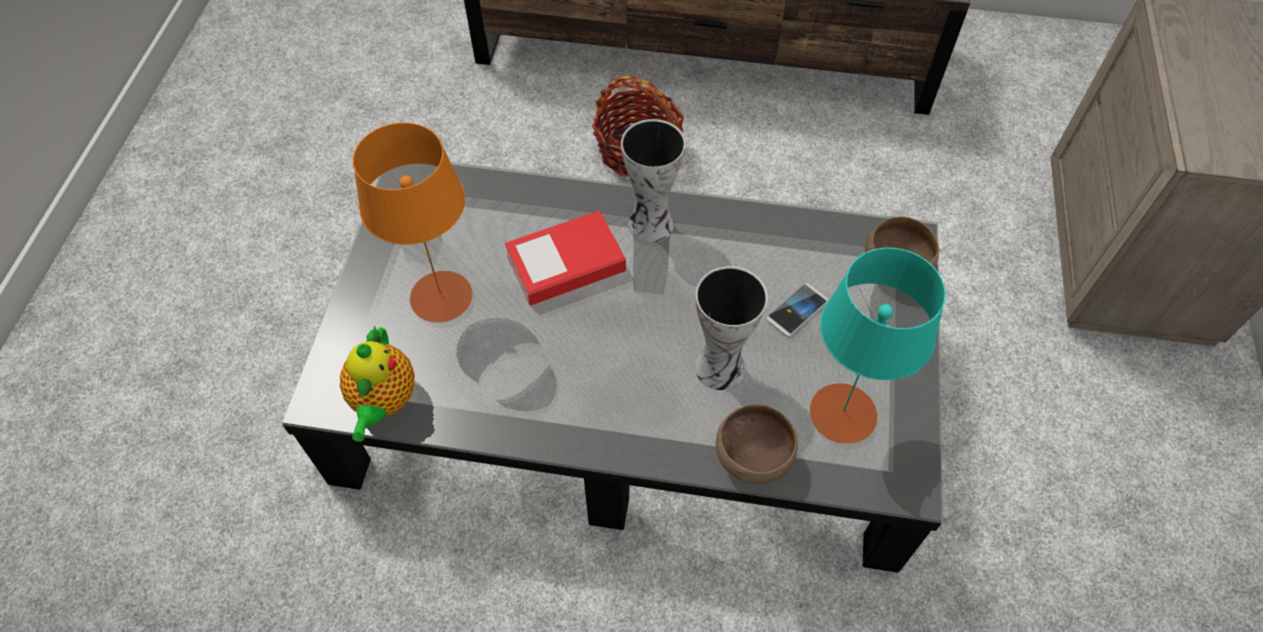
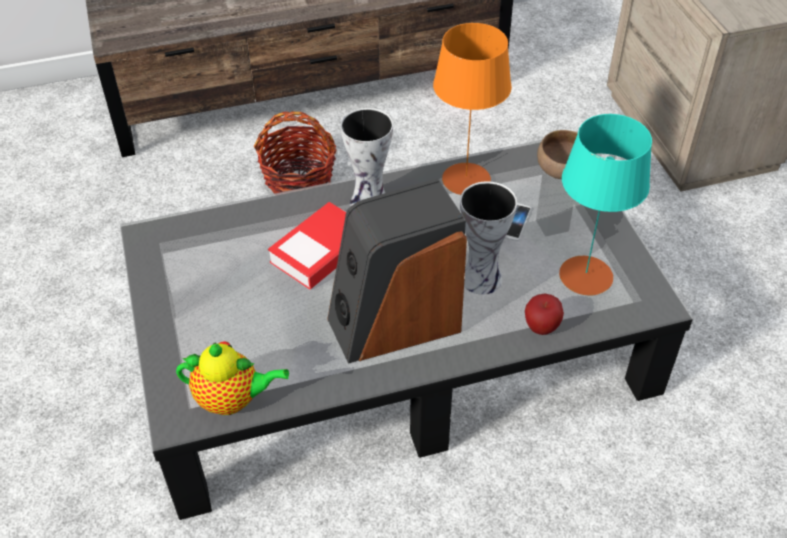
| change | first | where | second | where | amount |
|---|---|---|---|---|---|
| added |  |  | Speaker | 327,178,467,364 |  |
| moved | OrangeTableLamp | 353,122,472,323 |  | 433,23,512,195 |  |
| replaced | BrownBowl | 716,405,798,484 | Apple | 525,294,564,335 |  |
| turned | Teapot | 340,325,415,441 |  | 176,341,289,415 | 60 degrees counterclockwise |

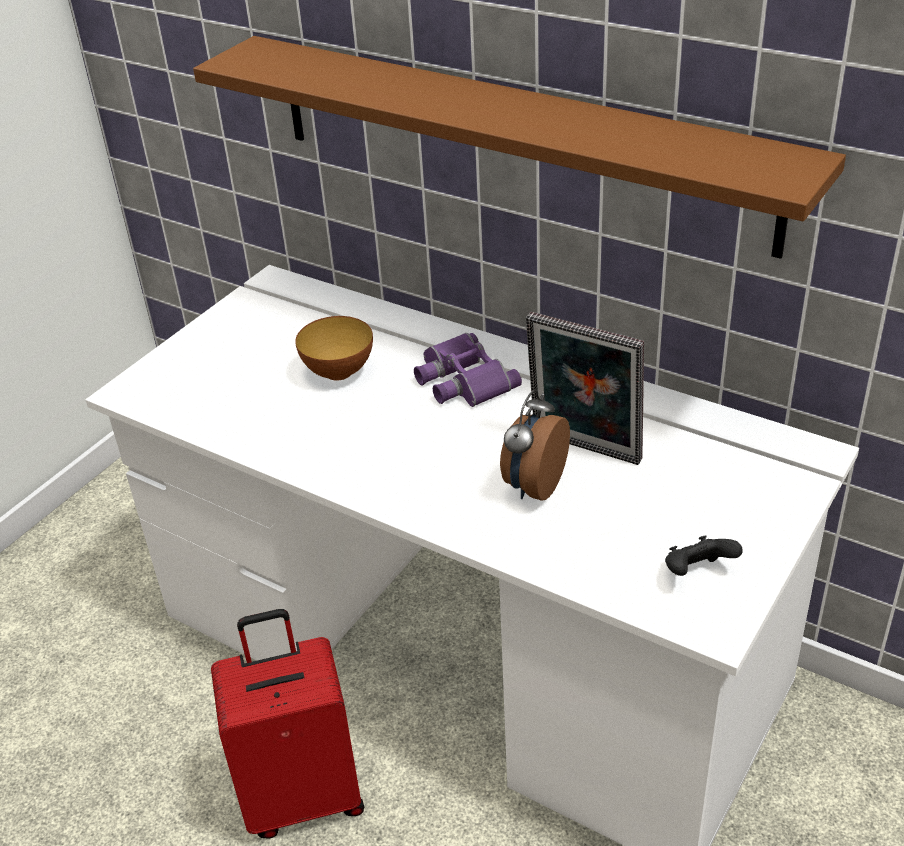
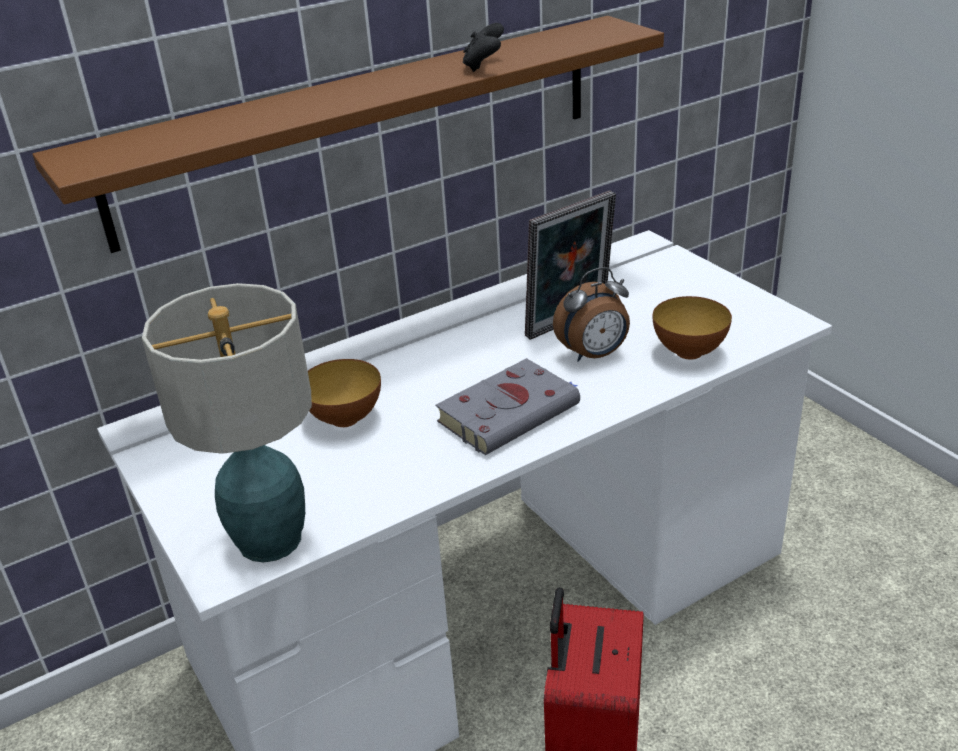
| change | first | where | second | where | amount |
|---|---|---|---|---|---|
| removed | PurpleBinoculars | 414,333,522,407 |  |  |  |
| added |  |  | TableLamp | 142,283,312,563 |  |
| added |  |  | GreyBook | 435,358,580,455 |  |
| added |  |  | Bowl | 652,296,732,360 |  |
| moved | BlackGameController | 665,535,743,576 |  | 463,23,504,72 |  |
| turned | AlarmClock | 500,389,570,501 |  | 553,267,630,362 | 75 degrees counterclockwise |

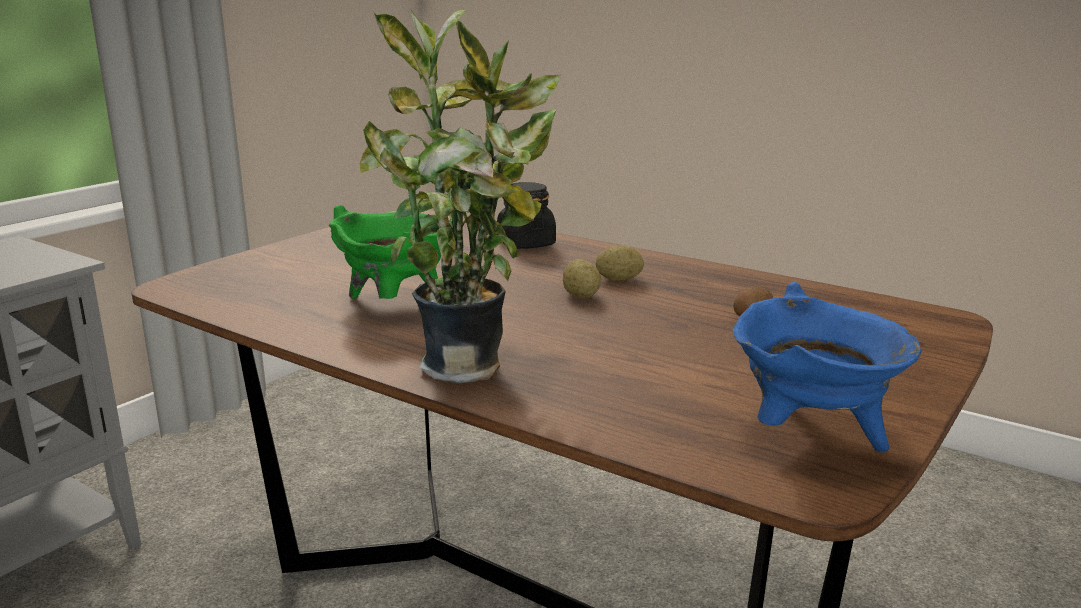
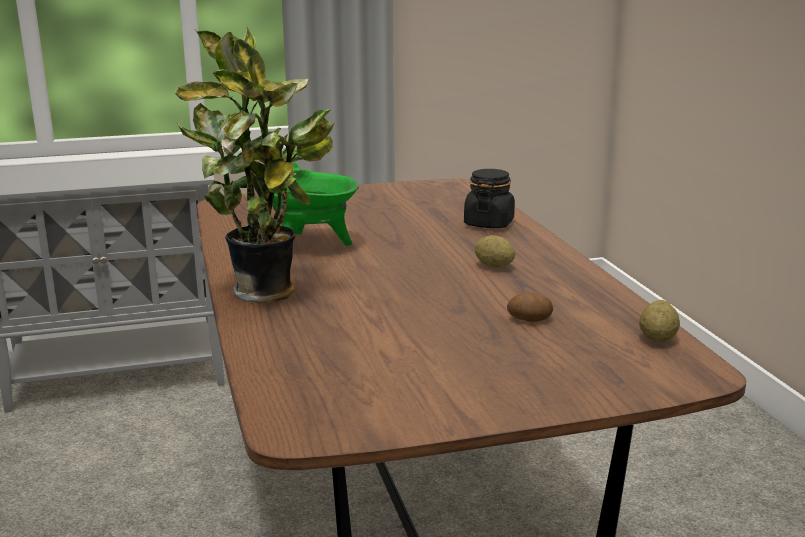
| change | first | where | second | where | amount |
|---|---|---|---|---|---|
| removed | BlueCookingPot | 733,282,922,452 |  |  |  |
| moved | Potato | 563,259,601,299 |  | 639,300,680,342 |  |

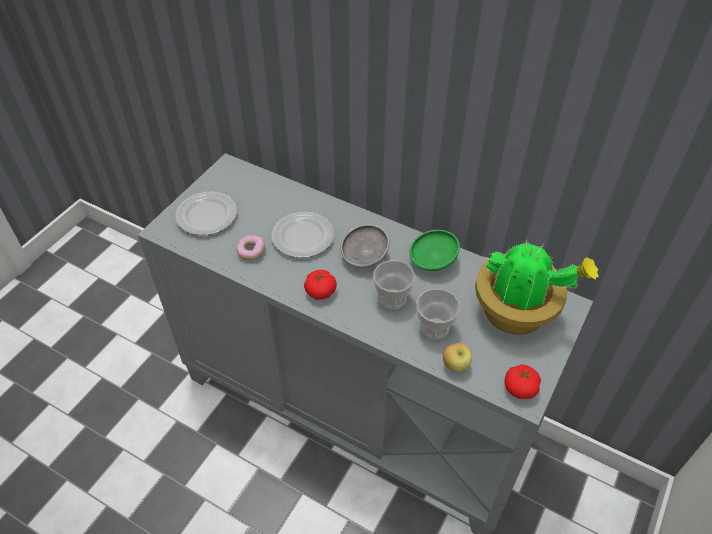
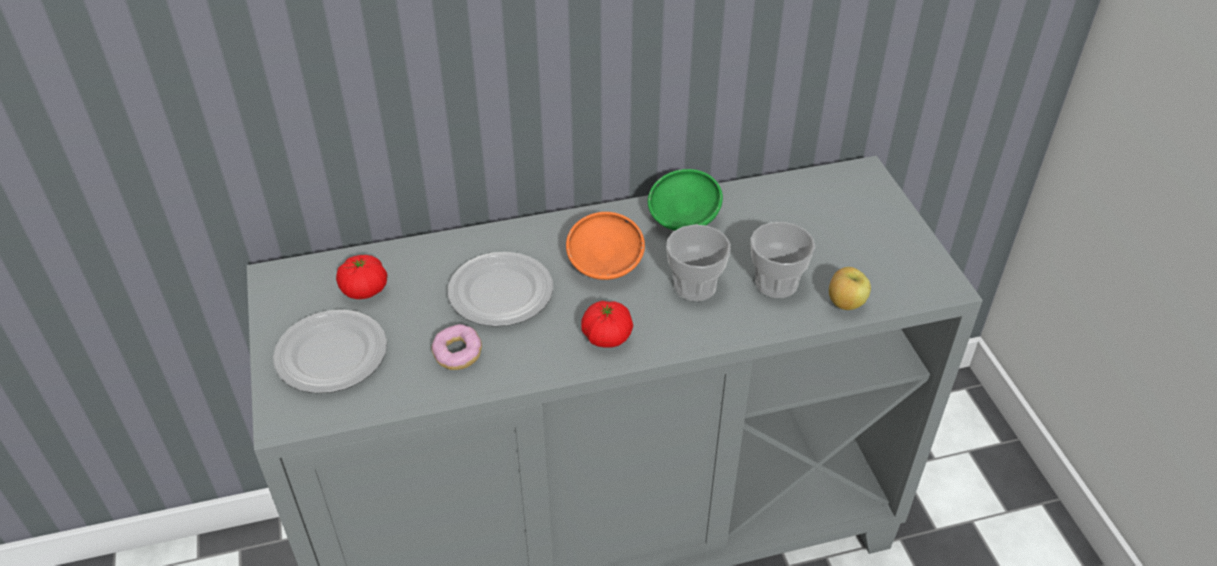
| change | first | where | second | where | amount |
|---|---|---|---|---|---|
| removed | PottedPlant | 475,239,599,335 |  |  |  |
| moved | Tomato | 505,365,541,399 |  | 336,255,387,299 |  |
| recoloured | GreyBowl | 341,224,390,268 | OrangeBowl | 566,212,645,280 |  |

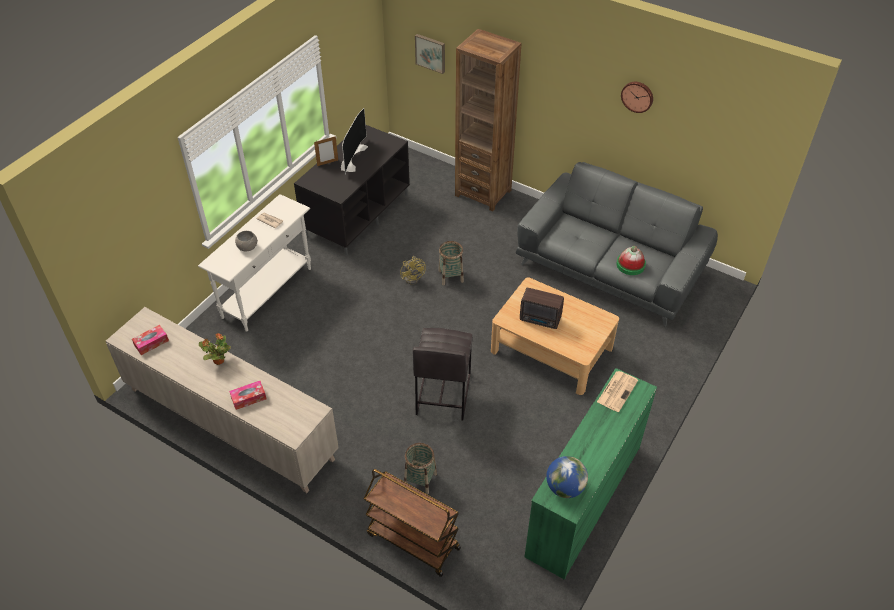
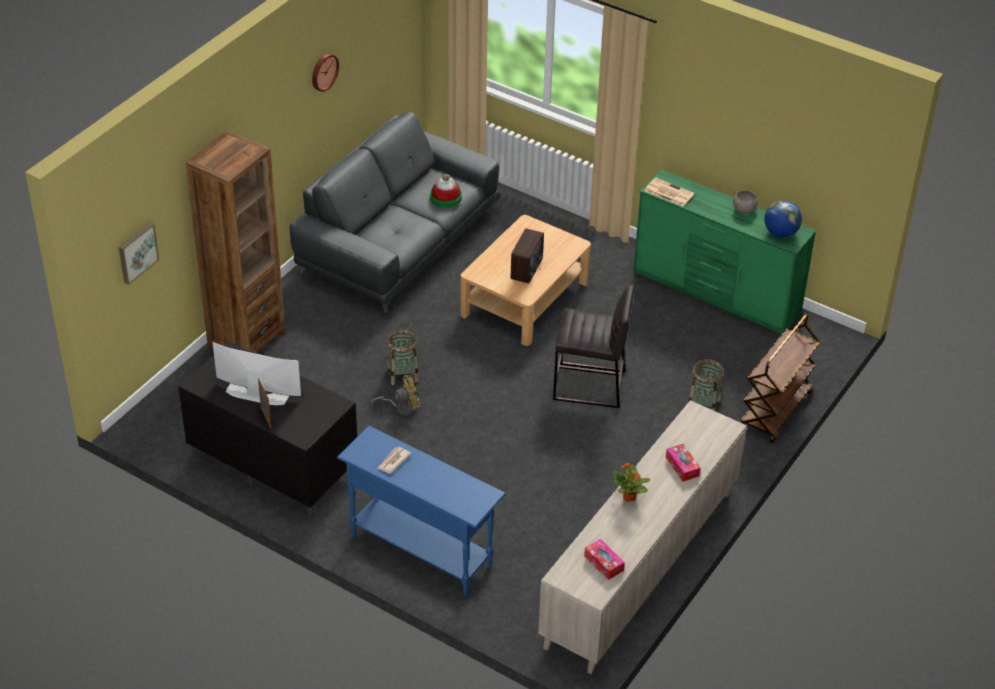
| change | first | where | second | where | amount |
|---|---|---|---|---|---|
| moved | GreyBowl | 235,231,258,251 |  | 733,190,758,214 |  |
| recoloured | WhiteConsoleTable | 198,194,311,332 | BlueConsoleTable | 337,426,506,595 |  |

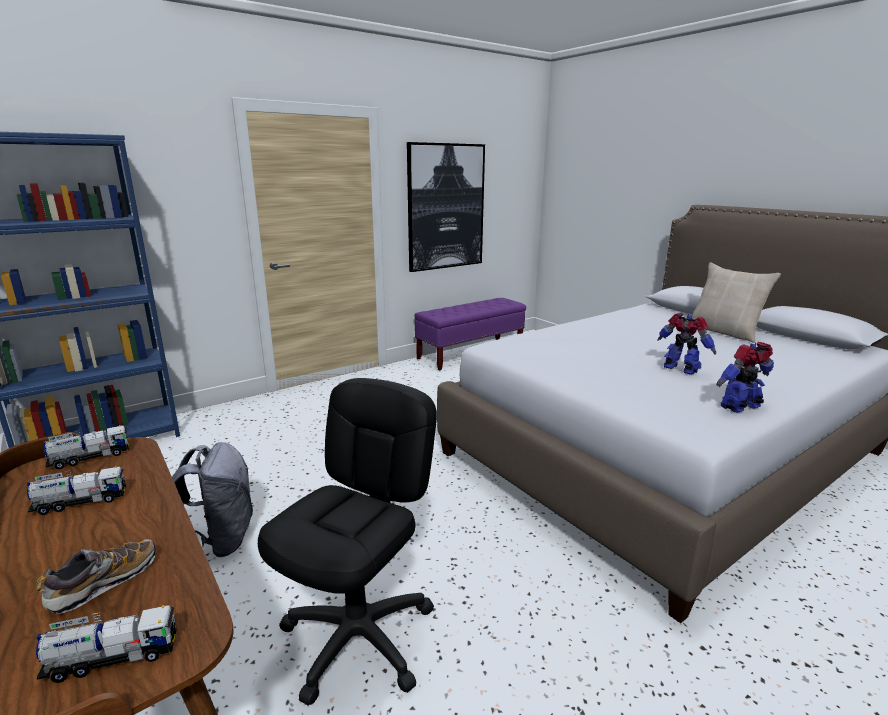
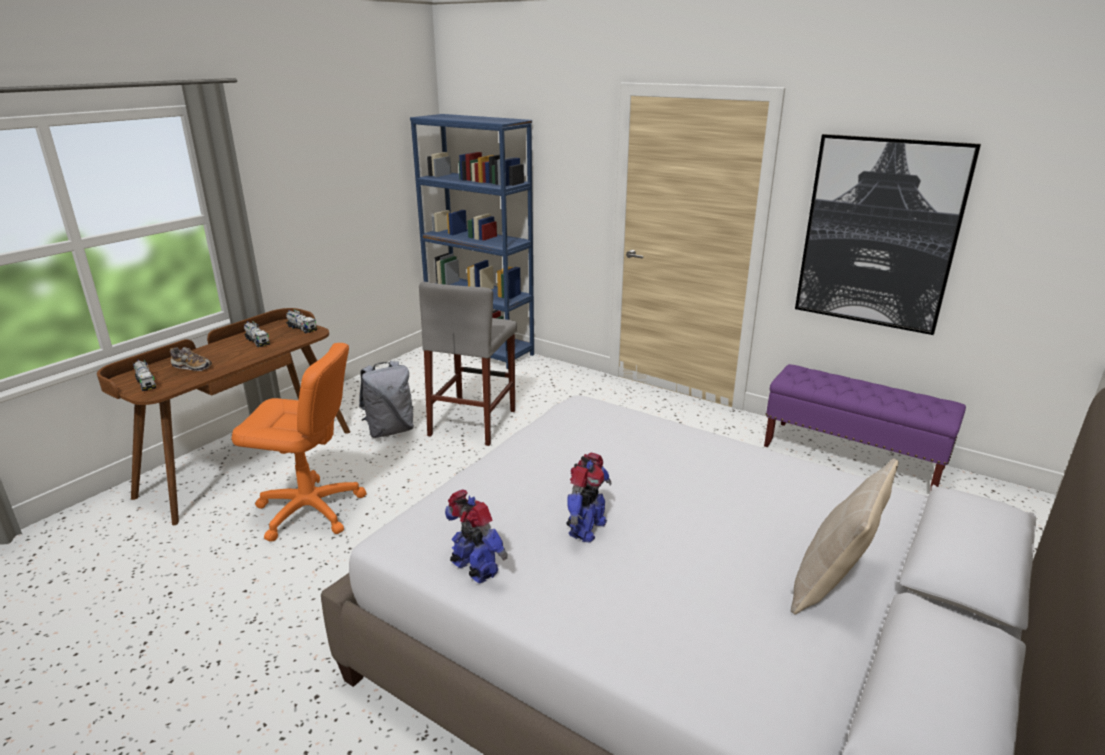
| change | first | where | second | where | amount |
|---|---|---|---|---|---|
| added |  |  | GreyStool | 419,282,517,446 |  |
| recoloured | BlackOfficeChair | 258,378,437,706 | OrangeOfficeChair | 232,343,366,542 |  |

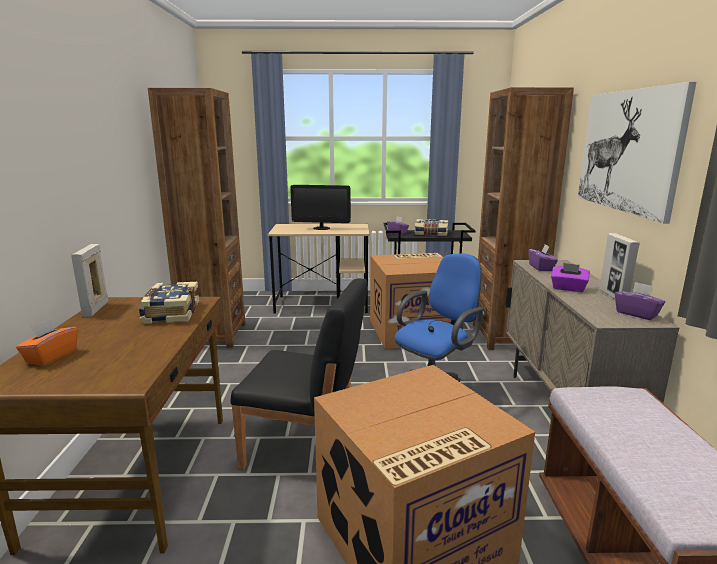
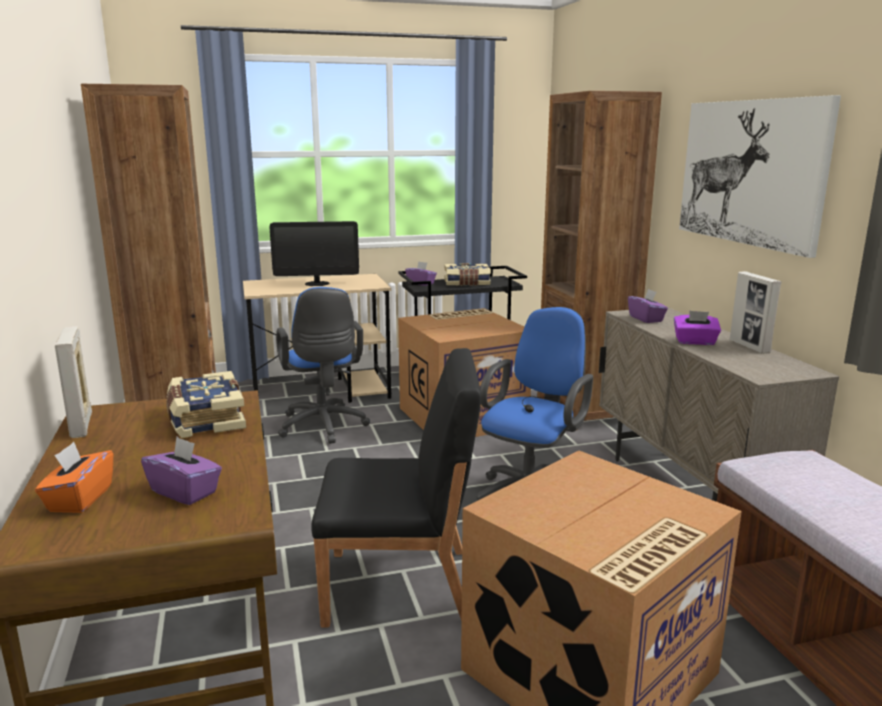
| change | first | where | second | where | amount |
|---|---|---|---|---|---|
| added |  |  | BlueOfficeChair | 276,287,370,444 |  |
| moved | PurpleTissueBox | 615,282,665,320 |  | 141,437,222,505 |  |

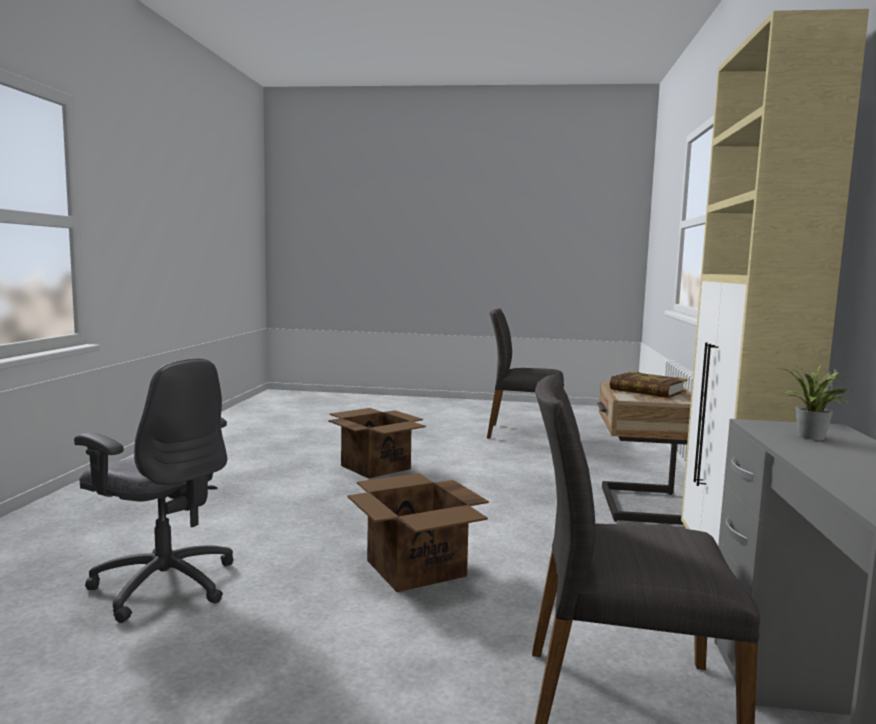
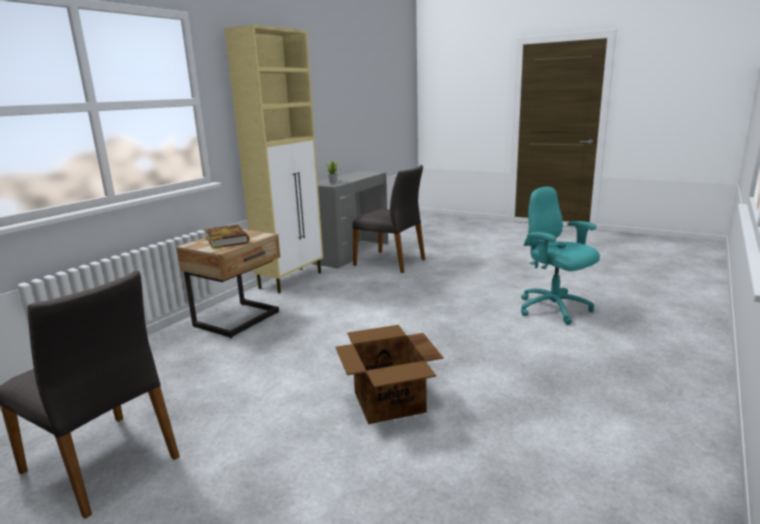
| change | first | where | second | where | amount |
|---|---|---|---|---|---|
| removed | CardboardBox | 347,473,489,592 |  |  |  |
| recoloured | GreyOfficeChair | 74,358,233,623 | TurquoiseOfficeChair | 521,187,600,325 |  |

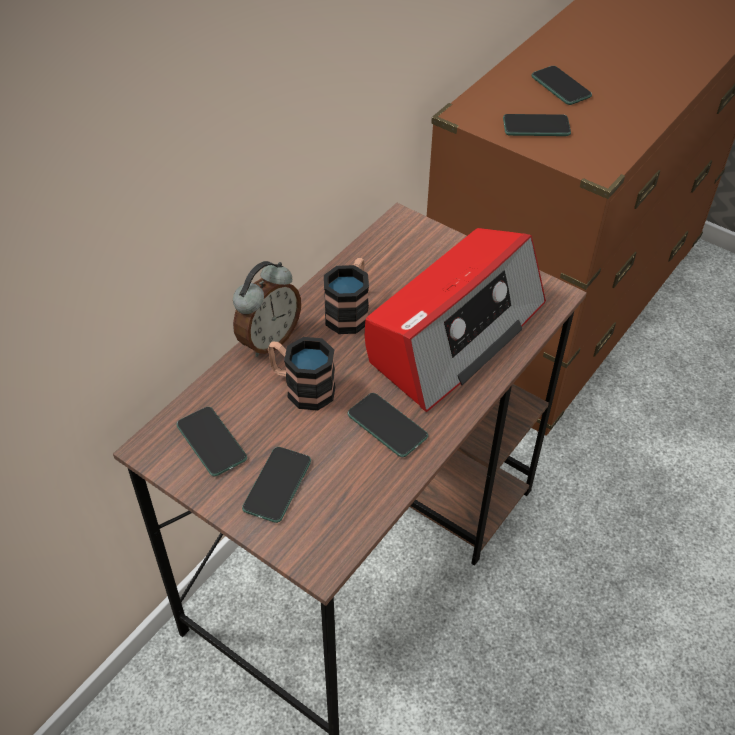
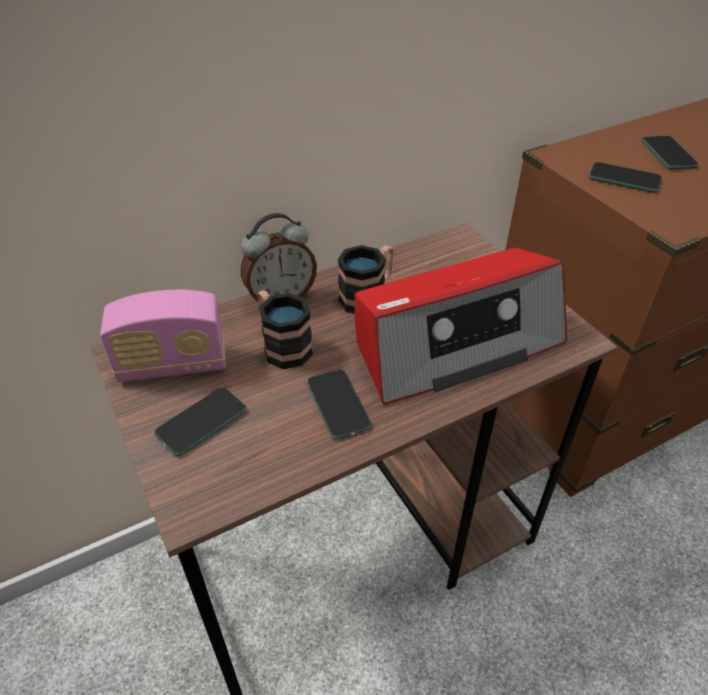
| change | first | where | second | where | amount |
|---|---|---|---|---|---|
| replaced | Phone | 176,407,247,476 | Radio | 100,290,226,382 |  |

